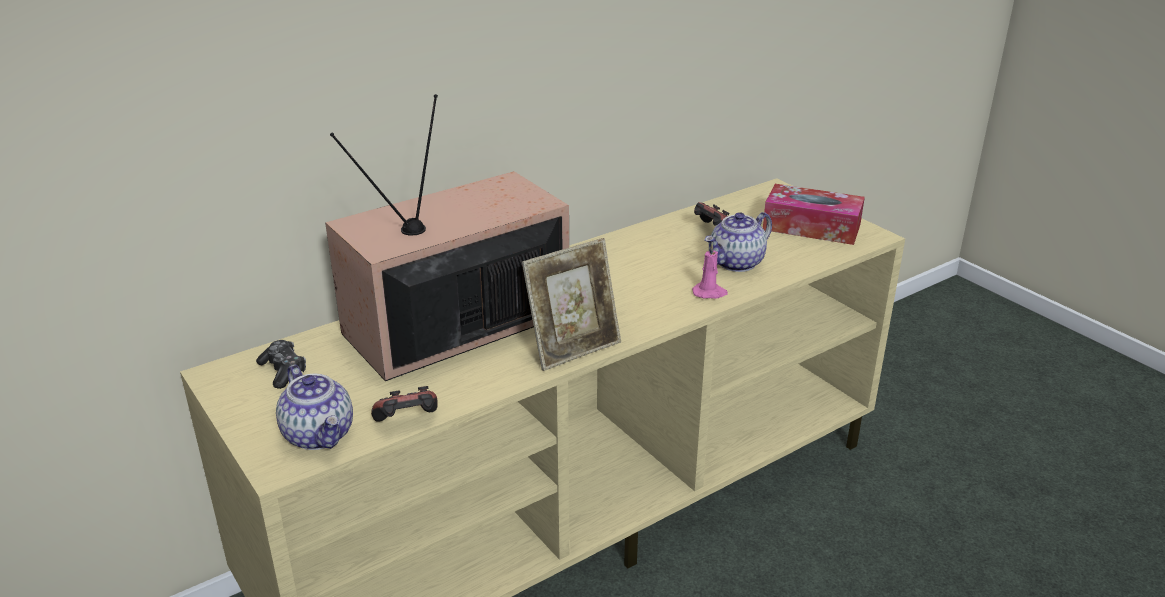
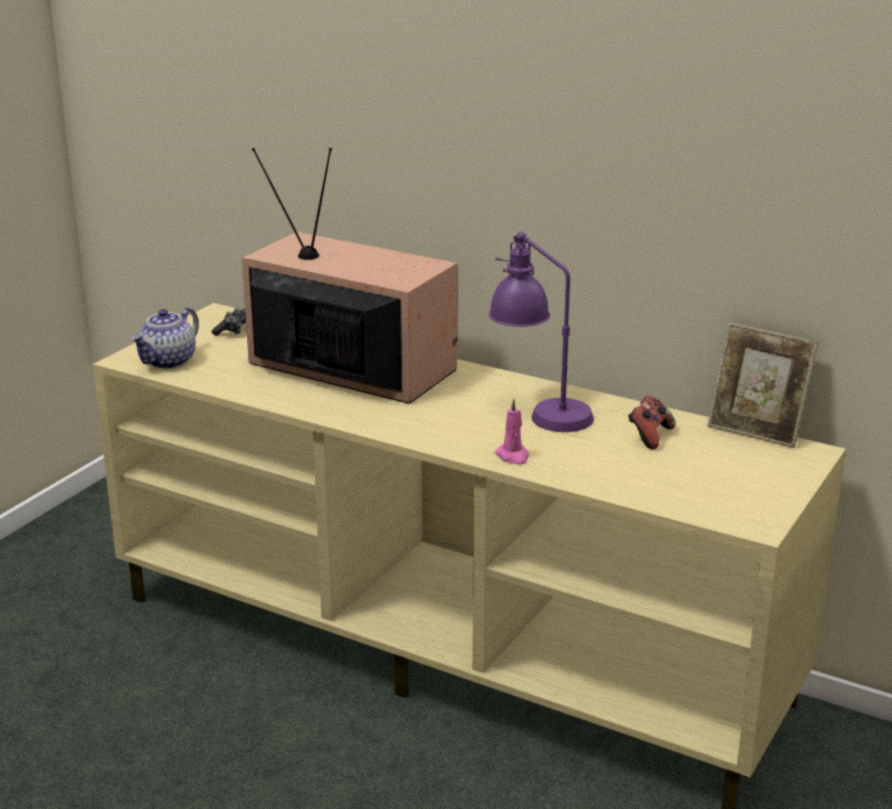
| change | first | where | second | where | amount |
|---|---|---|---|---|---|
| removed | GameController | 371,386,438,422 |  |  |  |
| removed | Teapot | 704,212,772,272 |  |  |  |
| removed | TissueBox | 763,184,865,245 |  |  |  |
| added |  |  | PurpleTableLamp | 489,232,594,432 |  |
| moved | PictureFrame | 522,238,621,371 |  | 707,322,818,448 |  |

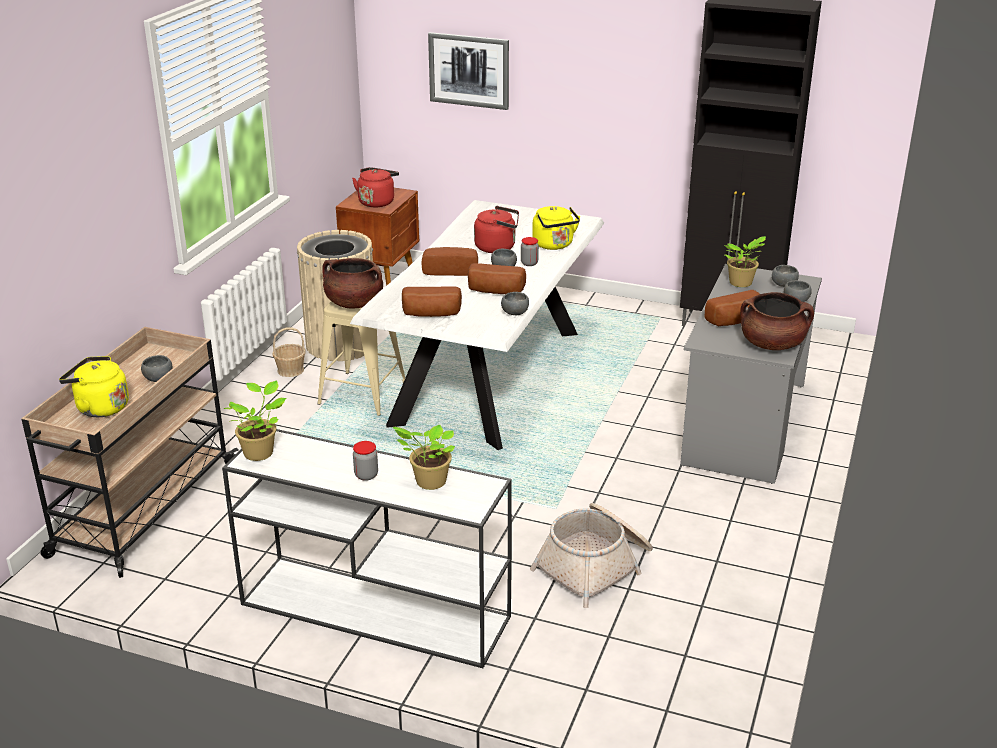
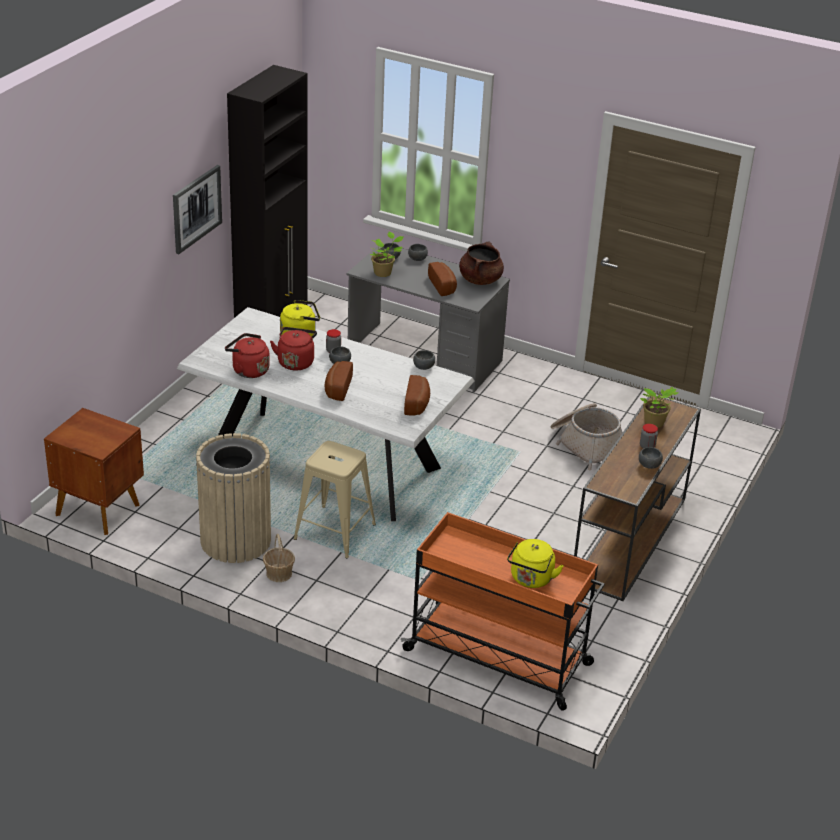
| change | first | where | second | where | amount |
|---|---|---|---|---|---|
| removed | PottedPlant | 224,380,286,461 |  |  |  |
| removed | BrownCookingPot | 322,258,383,309 |  |  |  |
| removed | Bread | 468,263,526,294 |  |  |  |
| moved | GreyBowl | 141,355,173,382 |  | 639,447,663,469 |  |
| moved | RedKettle | 352,167,399,207 |  | 225,333,270,378 |  |
| moved | Picture | 428,32,509,110 |  | 173,165,222,254 |  |
| recoloured | BeigeCart | 21,327,239,578 | OrangeCart | 401,512,605,711 |  |
| recoloured | WhiteConsoleTable | 222,429,512,668 | BrownConsoleTable | 574,395,701,601 |  |

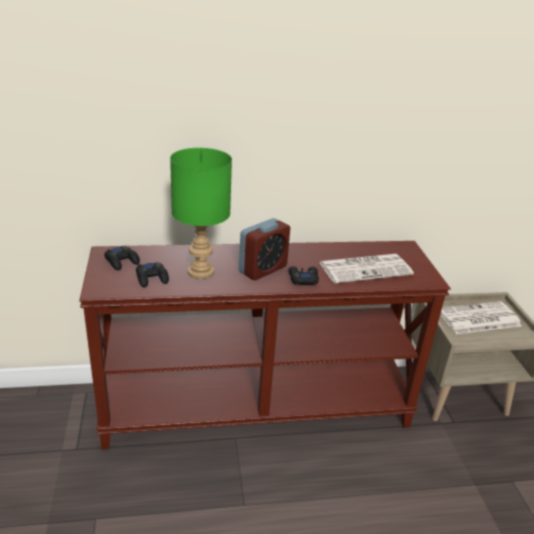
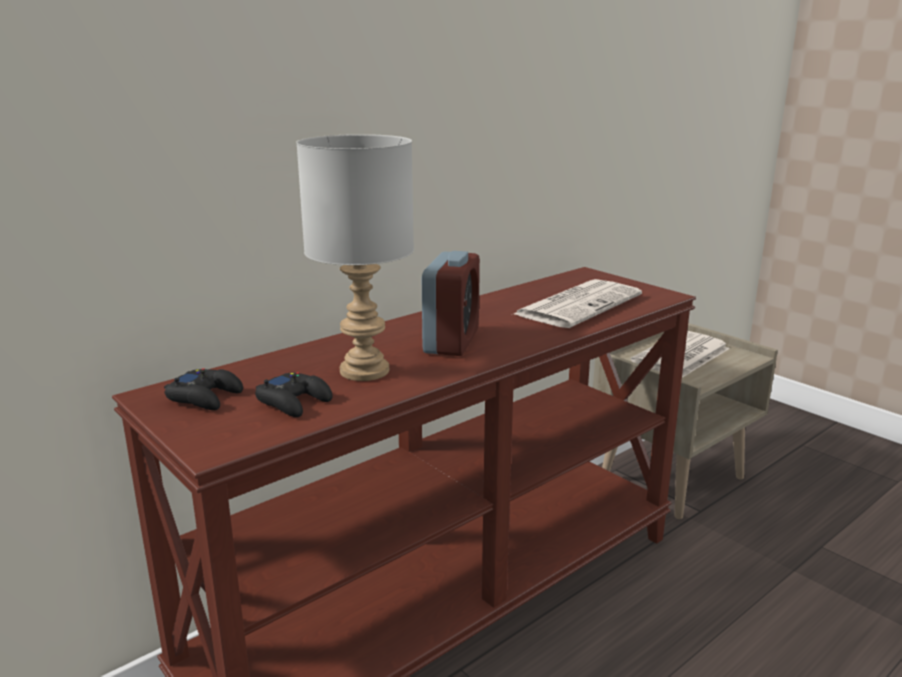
| change | first | where | second | where | amount |
|---|---|---|---|---|---|
| removed | BlackGameController | 289,266,319,285 |  |  |  |
| recoloured | GreenTableLamp | 170,148,232,279 | GreyTableLamp | 296,134,414,381 |  |

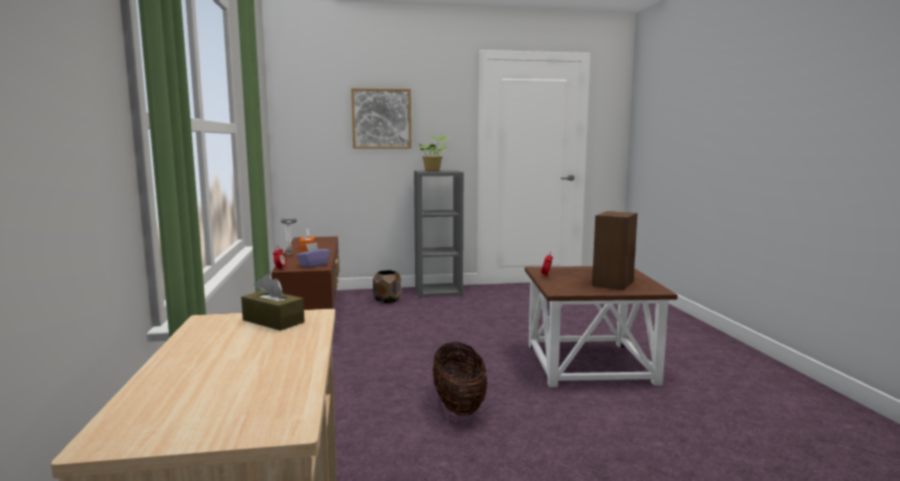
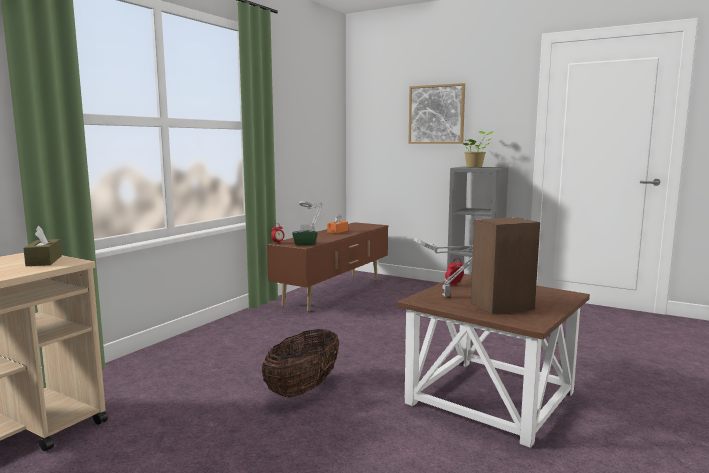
| change | first | where | second | where | amount |
|---|---|---|---|---|---|
| removed | BrownPlanter | 373,270,401,303 |  |  |  |
| added |  |  | GreyTableLamp | 414,238,473,297 |  |
| recoloured | PurpleTissueBox | 297,242,330,268 | GreenTissueBox | 292,224,318,245 |  |

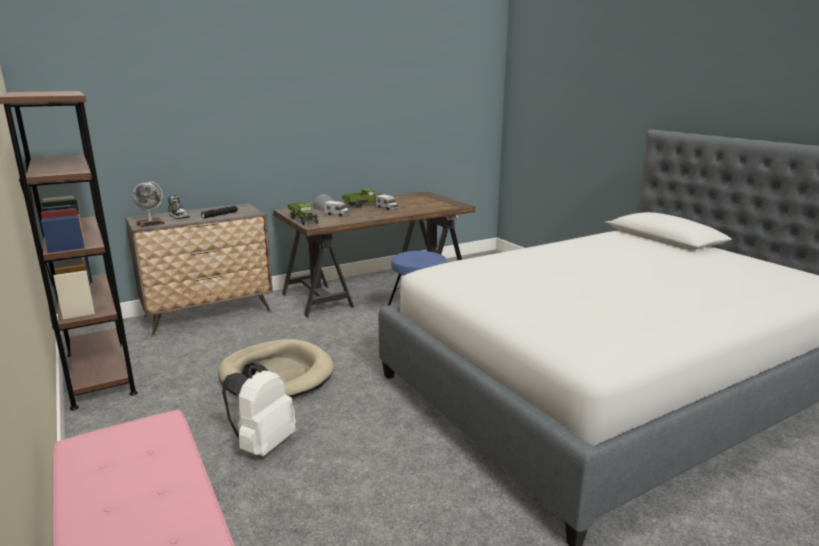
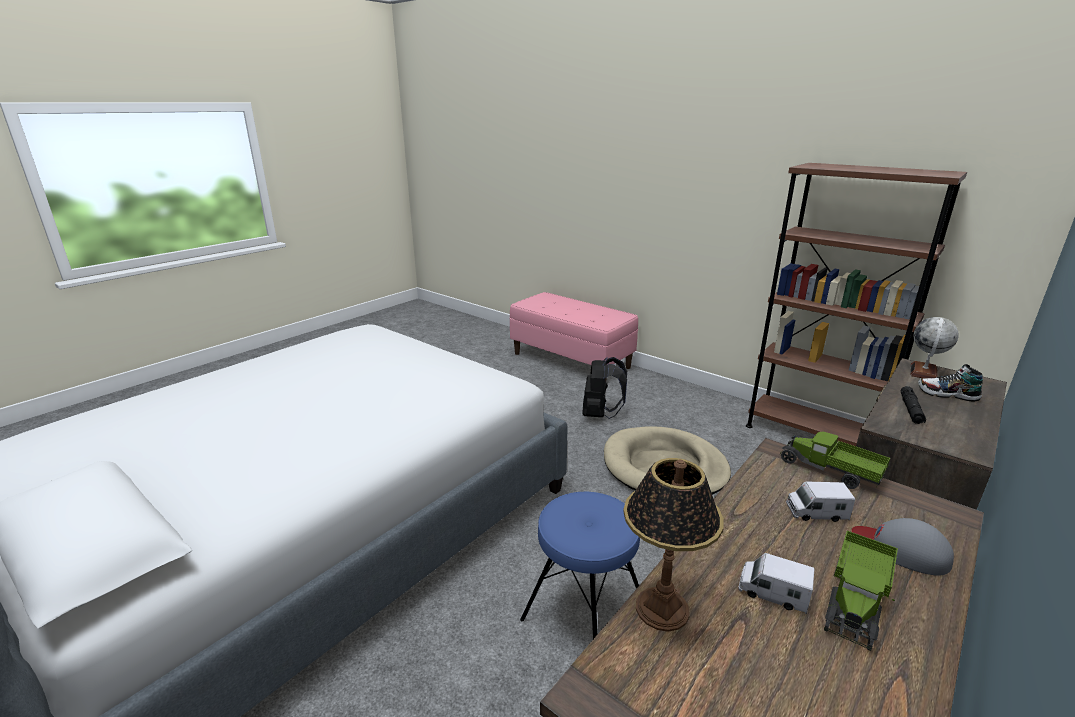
| change | first | where | second | where | amount |
|---|---|---|---|---|---|
| added |  |  | TableLamp | 623,458,724,632 |  |
| recoloured | WhiteBackpack | 222,362,296,456 | BlackBackpack | 582,357,627,419 |  |

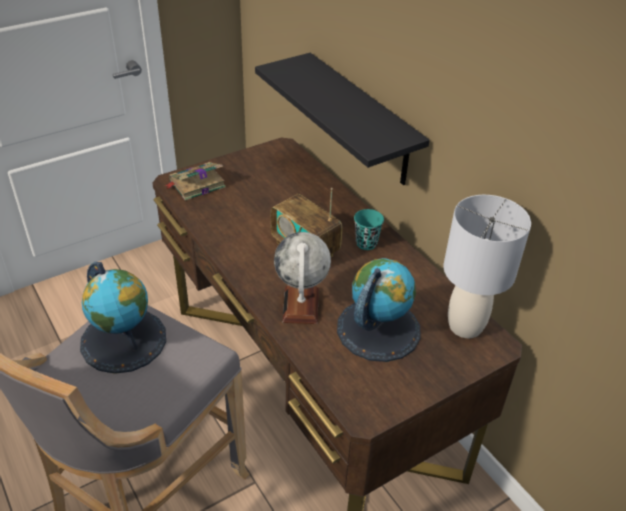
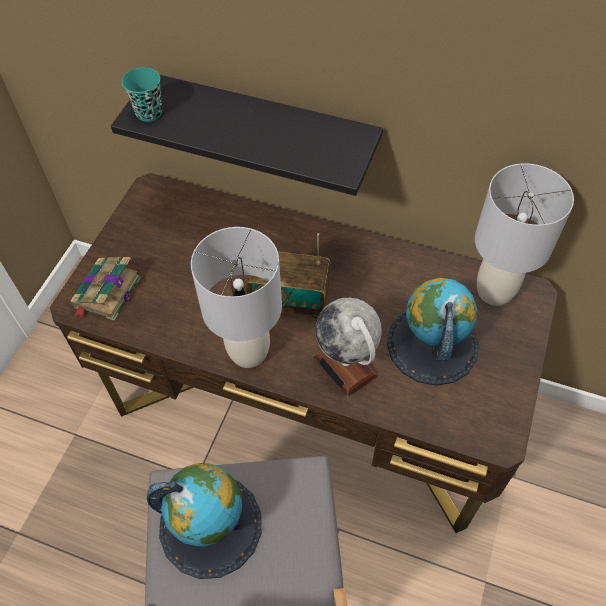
| change | first | where | second | where | amount |
|---|---|---|---|---|---|
| added |  |  | GreyTableLamp | 191,227,282,368 |  |
| moved | TurquoiseCup | 354,209,384,250 |  | 122,67,162,122 |  |

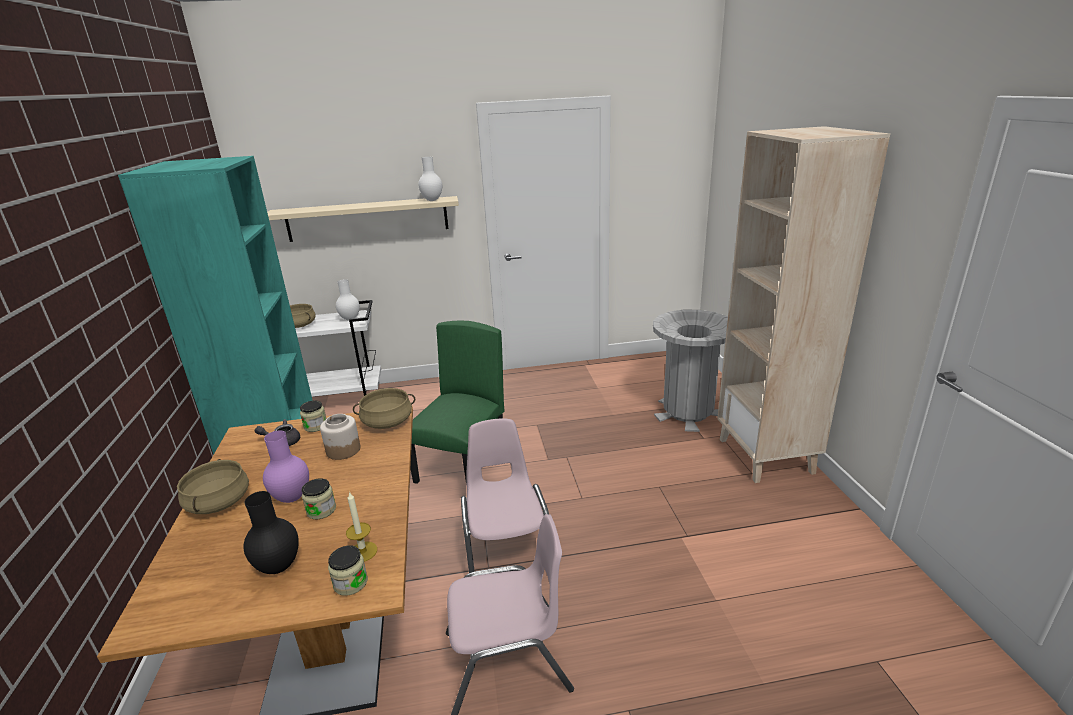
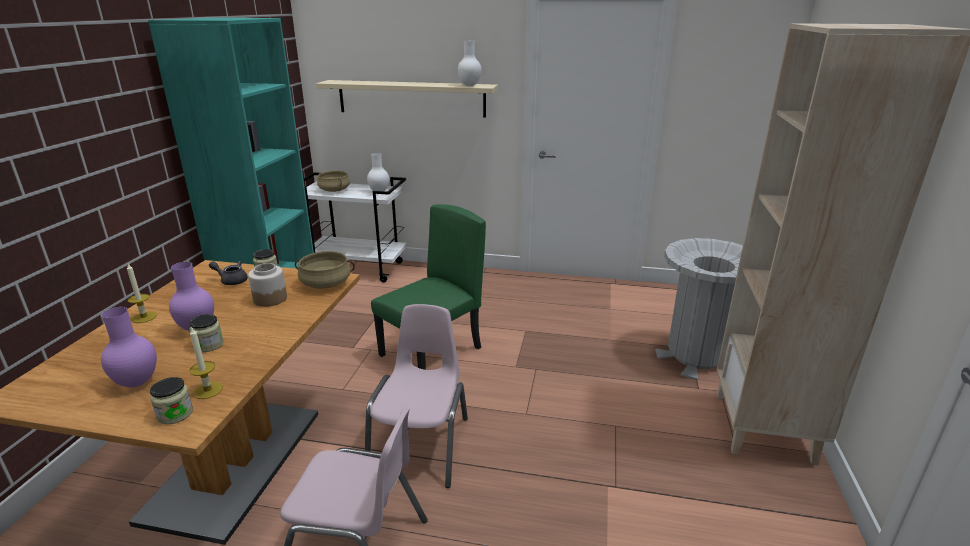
| change | first | where | second | where | amount |
|---|---|---|---|---|---|
| replaced | BeigeCookingPot | 177,459,249,514 | Candle | 127,264,157,323 |  |
| recoloured | BlackVase | 244,491,299,574 | PurpleVase | 101,307,157,387 |  |

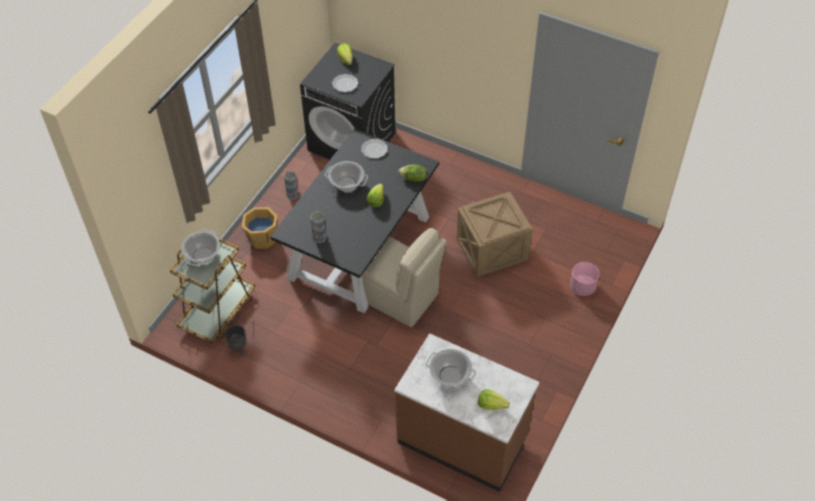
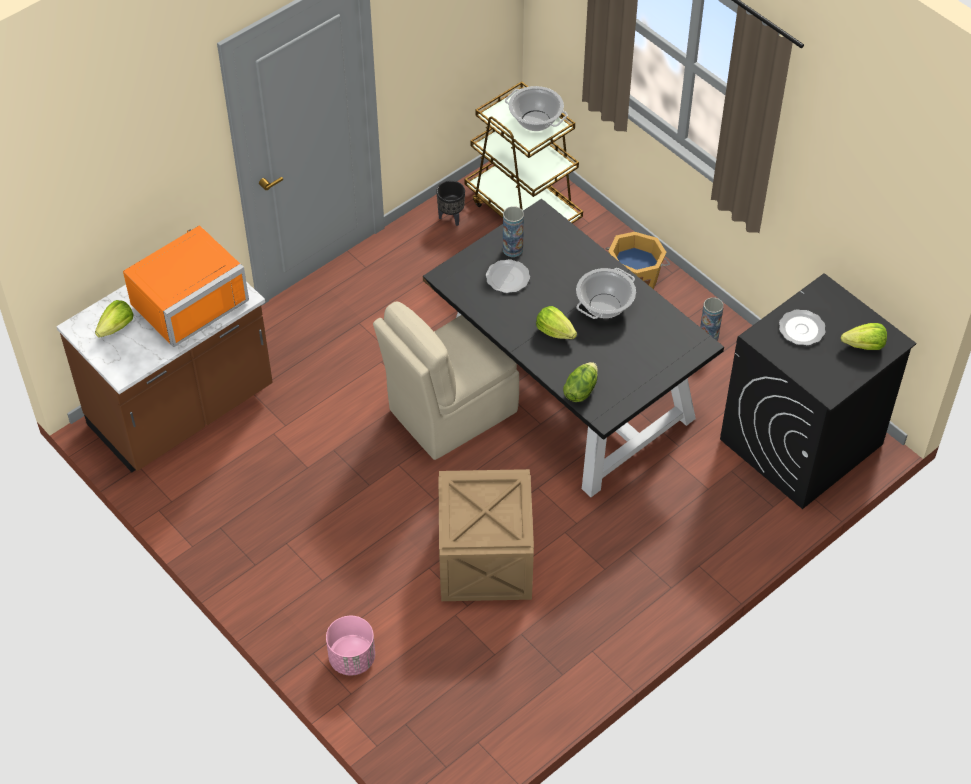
| change | first | where | second | where | amount |
|---|---|---|---|---|---|
| moved | Plate | 361,139,388,159 |  | 486,259,530,293 |  |
| replaced | CookingPot | 426,349,476,386 | OrangeMicrowave | 123,225,249,347 |  |

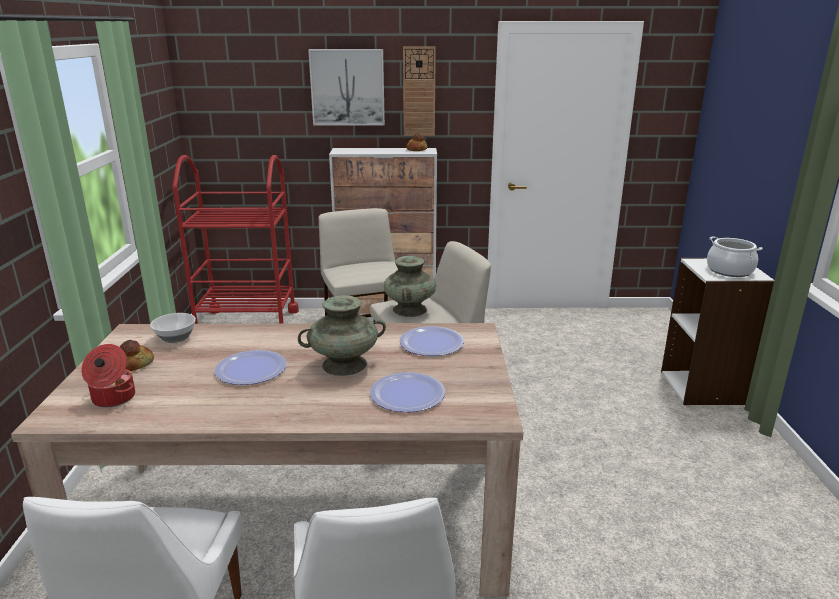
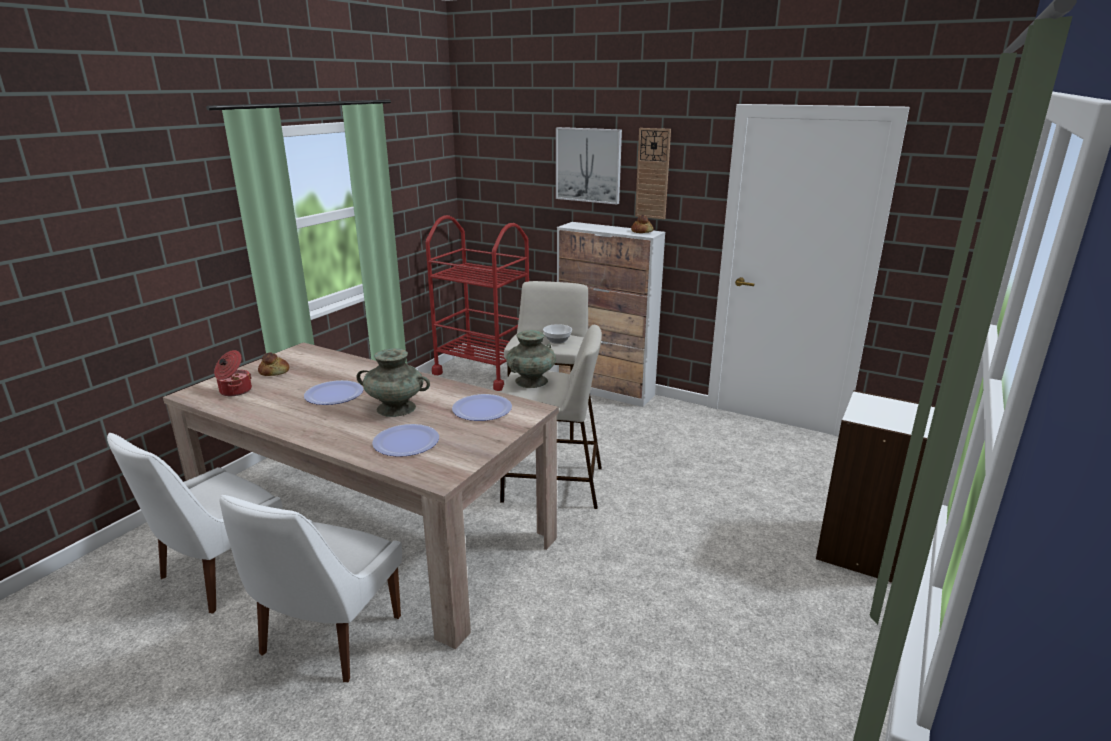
| change | first | where | second | where | amount |
|---|---|---|---|---|---|
| removed | CookingPot | 707,236,763,277 |  |  |  |
| moved | Bowl | 150,313,196,343 |  | 543,324,572,344 |  |

